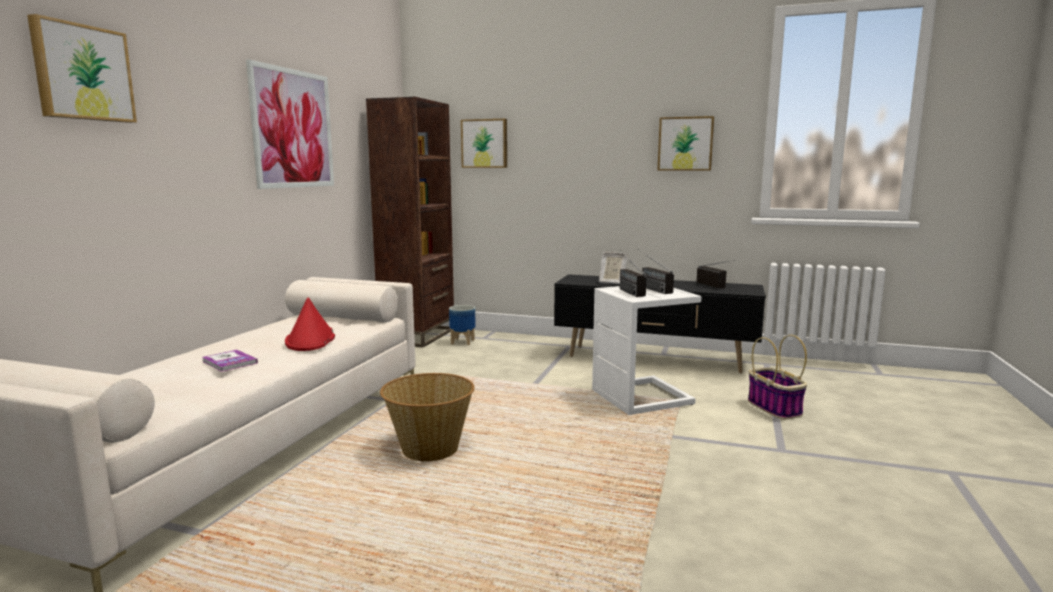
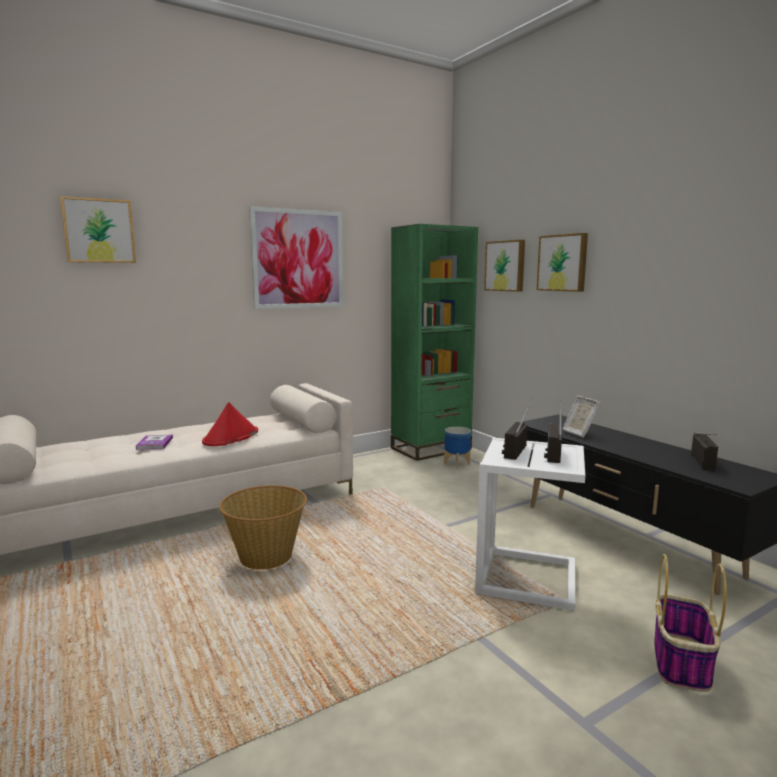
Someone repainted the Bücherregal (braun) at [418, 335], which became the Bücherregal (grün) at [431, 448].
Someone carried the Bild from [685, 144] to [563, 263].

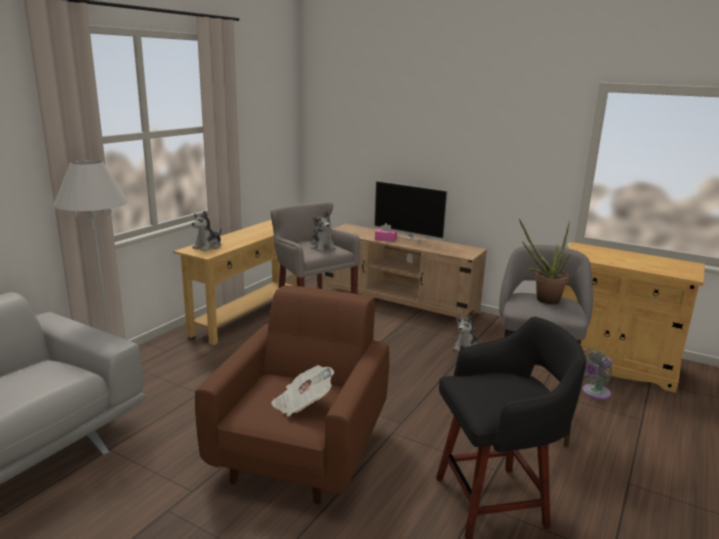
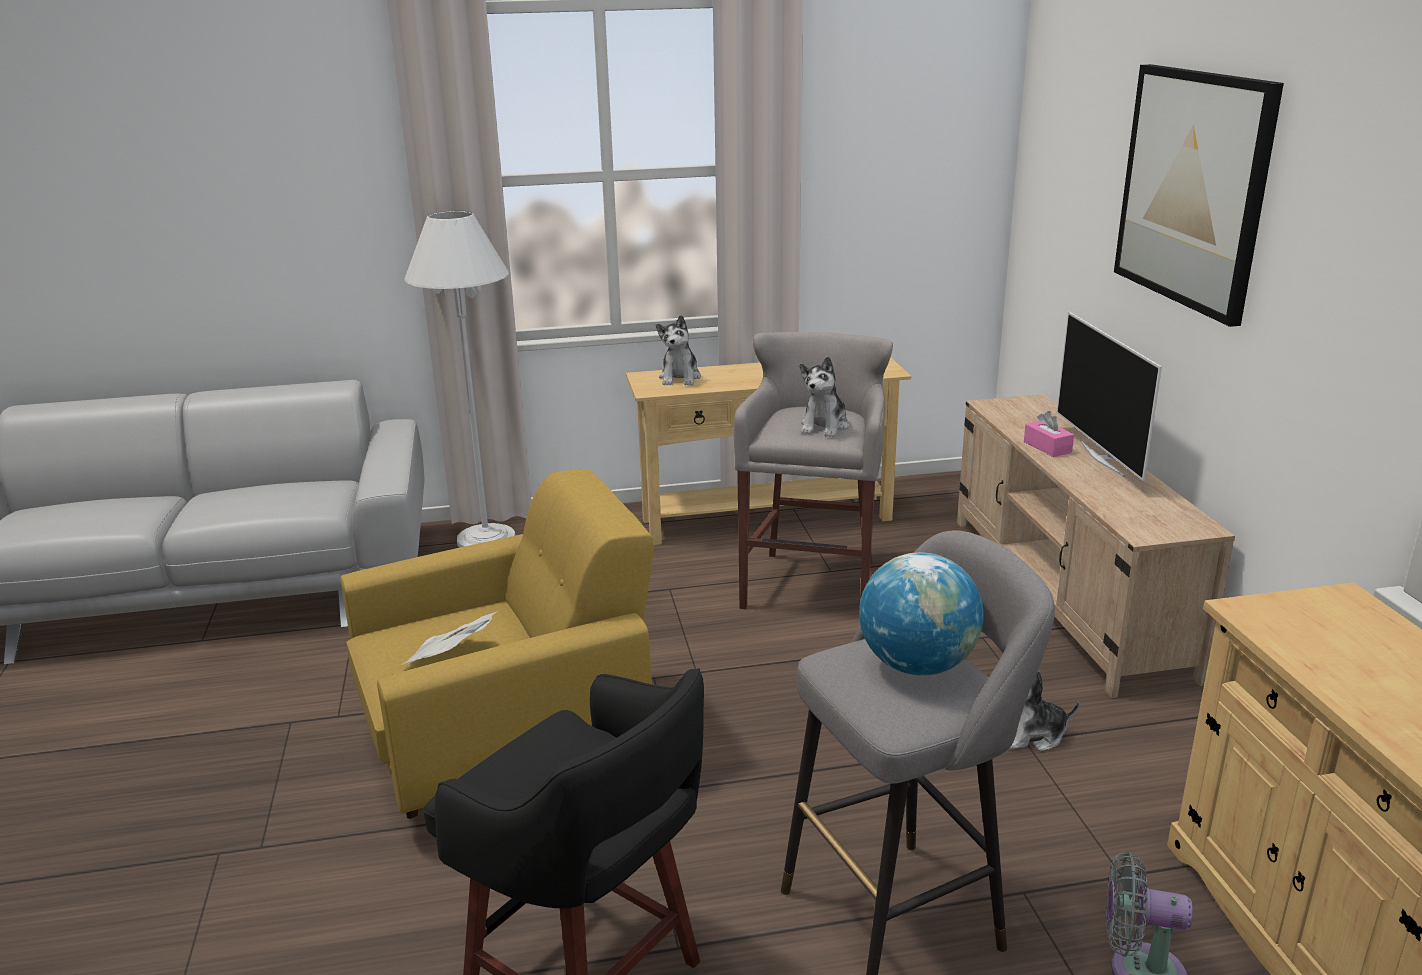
Someone rotated the Plüschtier at [208, 246] by 75 degrees counterclockwise.
Someone swapped the Topfpflanze at [542, 300] for the Globus at [917, 665].
Someone repainted the Sessel (braun) at [302, 448], which became the Sessel (gelb) at [509, 740].
Someone put up the Bild at [1193, 189].

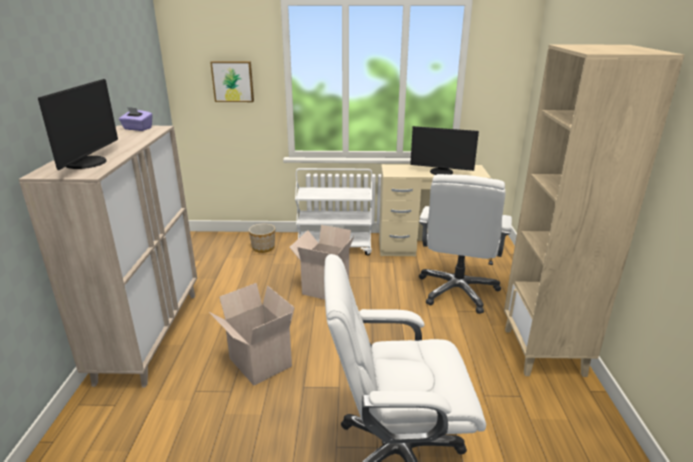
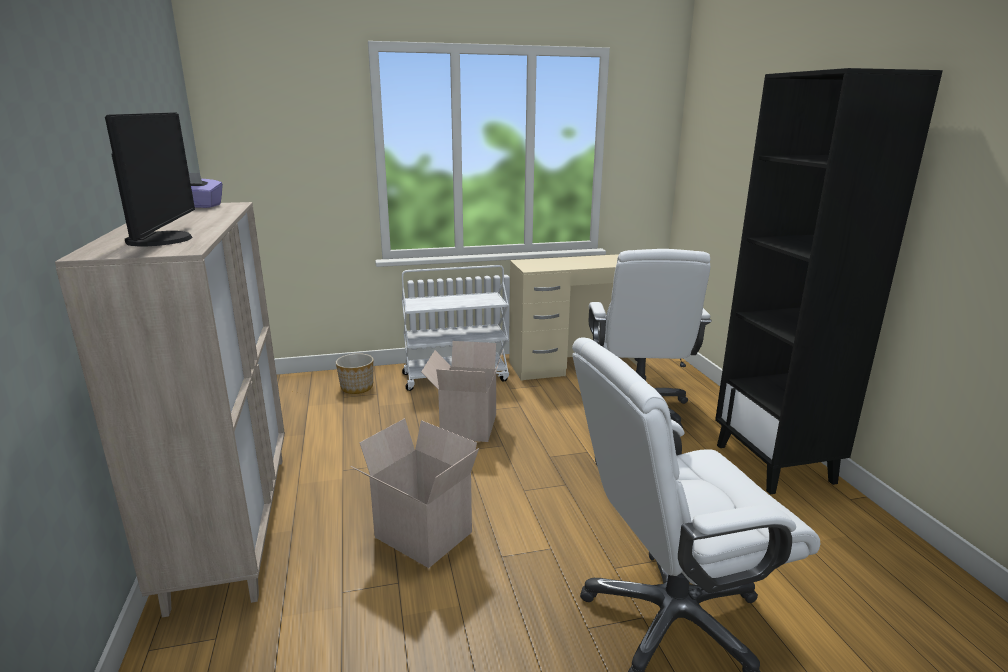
Someone repainted the Bücherregal (beige) at [544, 352], which became the Bücherregal (schwarz) at [775, 464].
Someone took away the Bild at [233, 81].
Someone took away the Monitor at [441, 172].

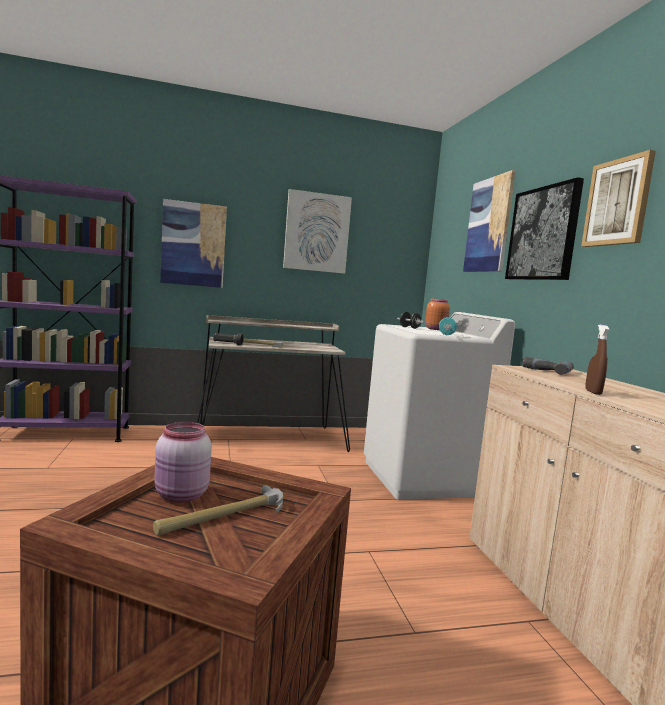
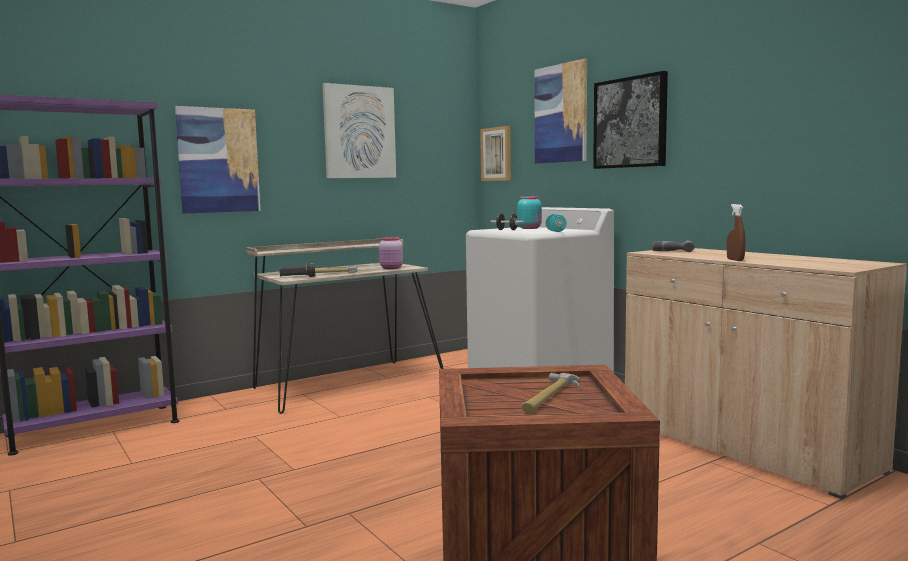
Someone carried the Bild from [618, 202] to [496, 154].
Someone repainted the Vorratsglas (orange) at [436, 329], which became the Vorratsglas (türkis) at [530, 228].
Someone carried the Vorratsglas (rosa) from [181, 496] to [391, 268].

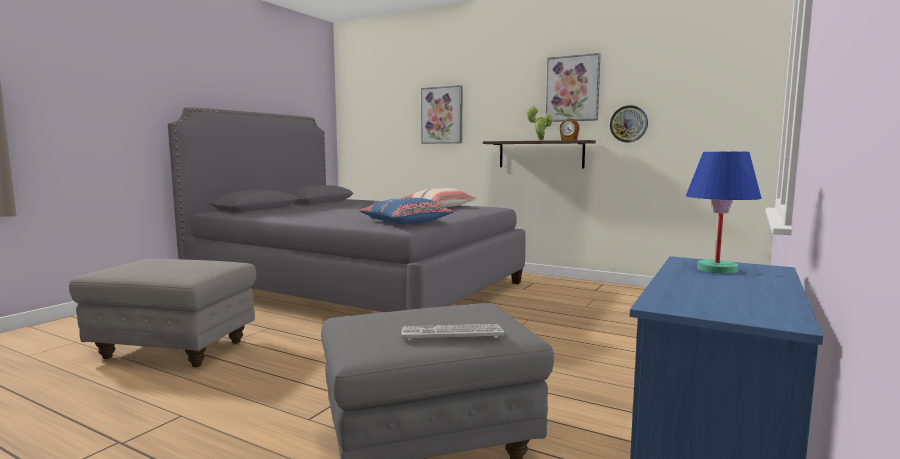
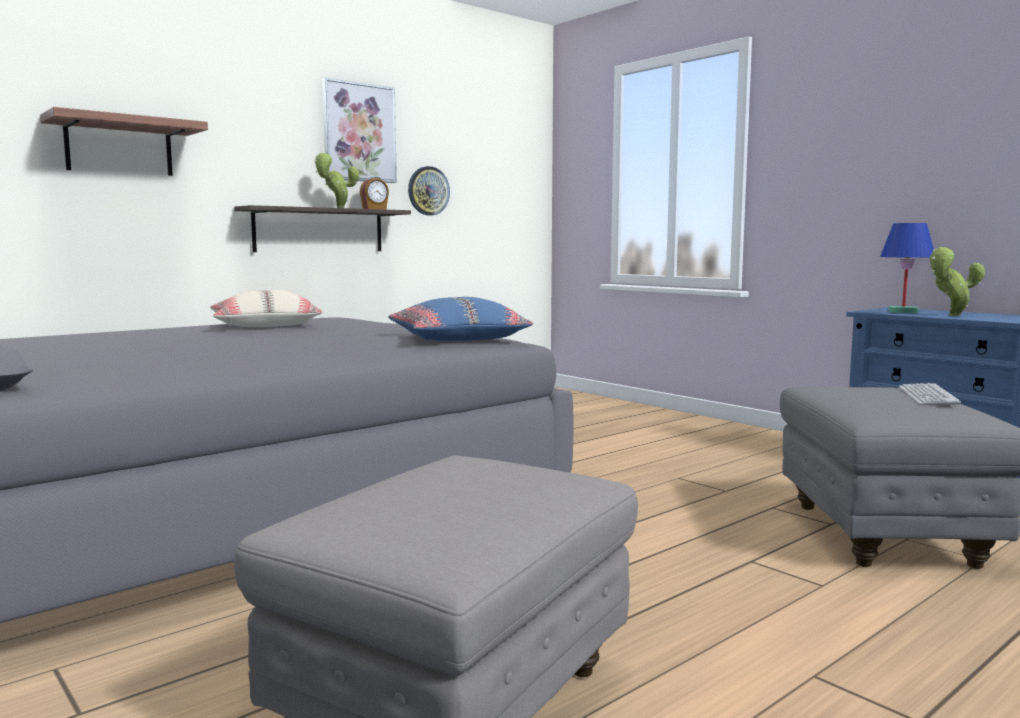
Someone swapped the Bild at [442, 115] for the Wandregal at [119, 147].
Someone put down the Topfpflanze at [951, 315].

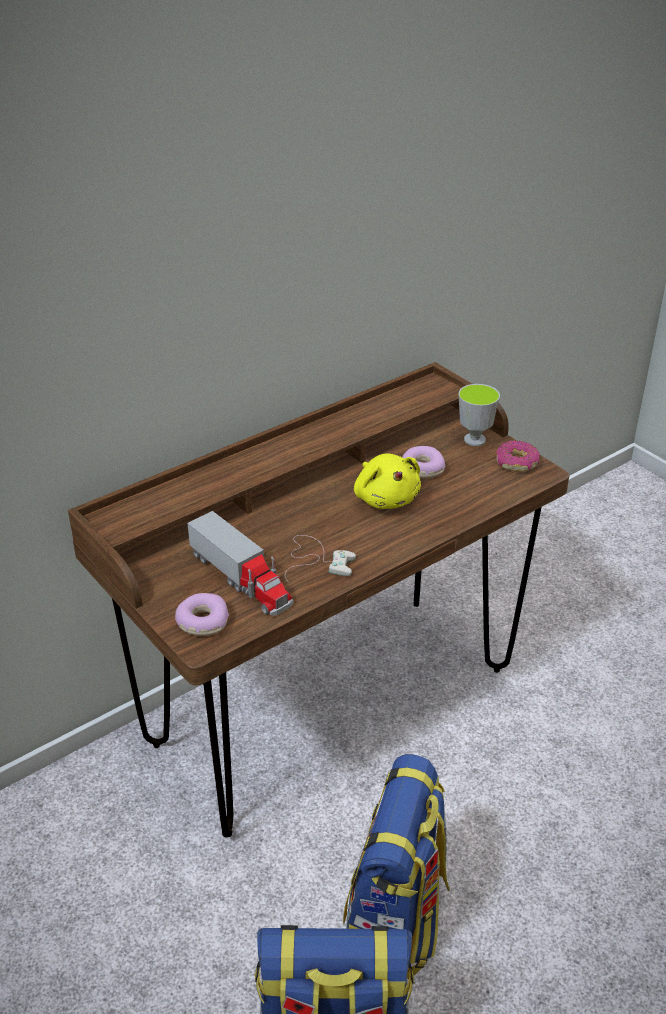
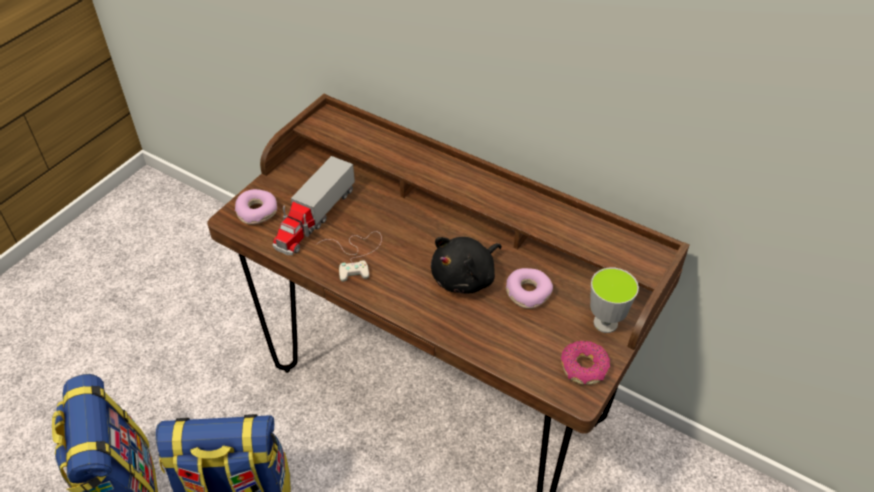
Someone repainted the Plüschtier (gelb) at [386, 498], which became the Plüschtier (schwarz) at [466, 278].

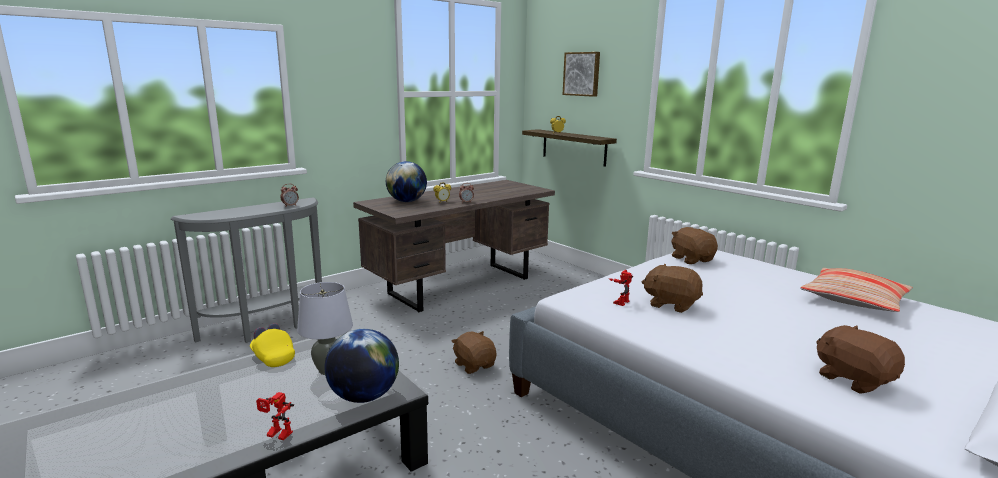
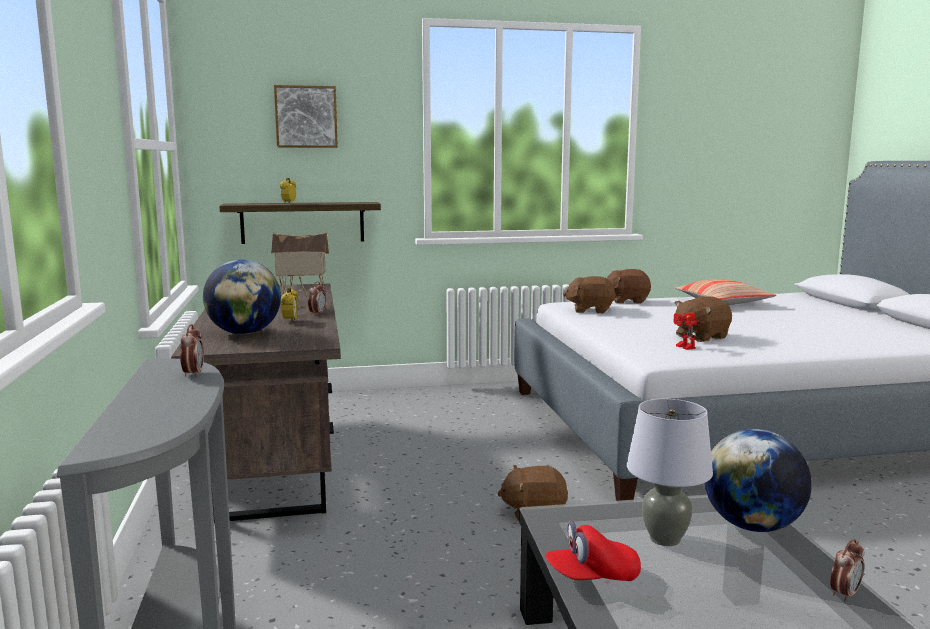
Someone repainted the Kappe (gelb) at [273, 357], which became the Kappe (rot) at [592, 577].
Someone carried the Plüschtier (braun) from [853, 379] to [626, 301].
Someone swapped the Spielzeugroboter at [276, 435] for the Wecker at [844, 594].
Someone put down the Spielzeughaus at [302, 305].

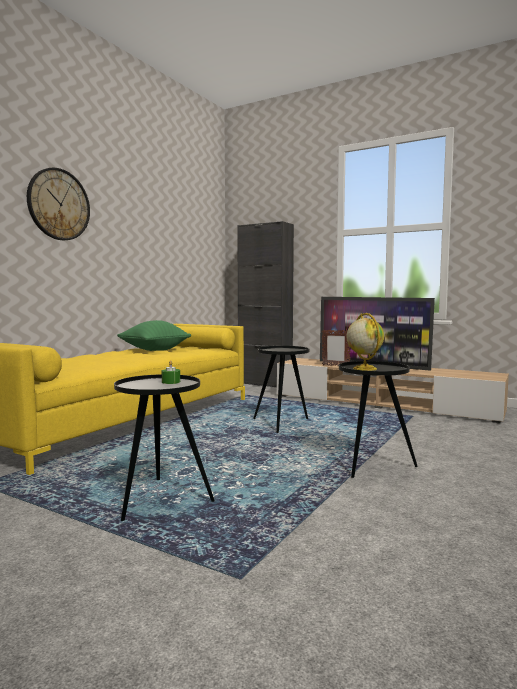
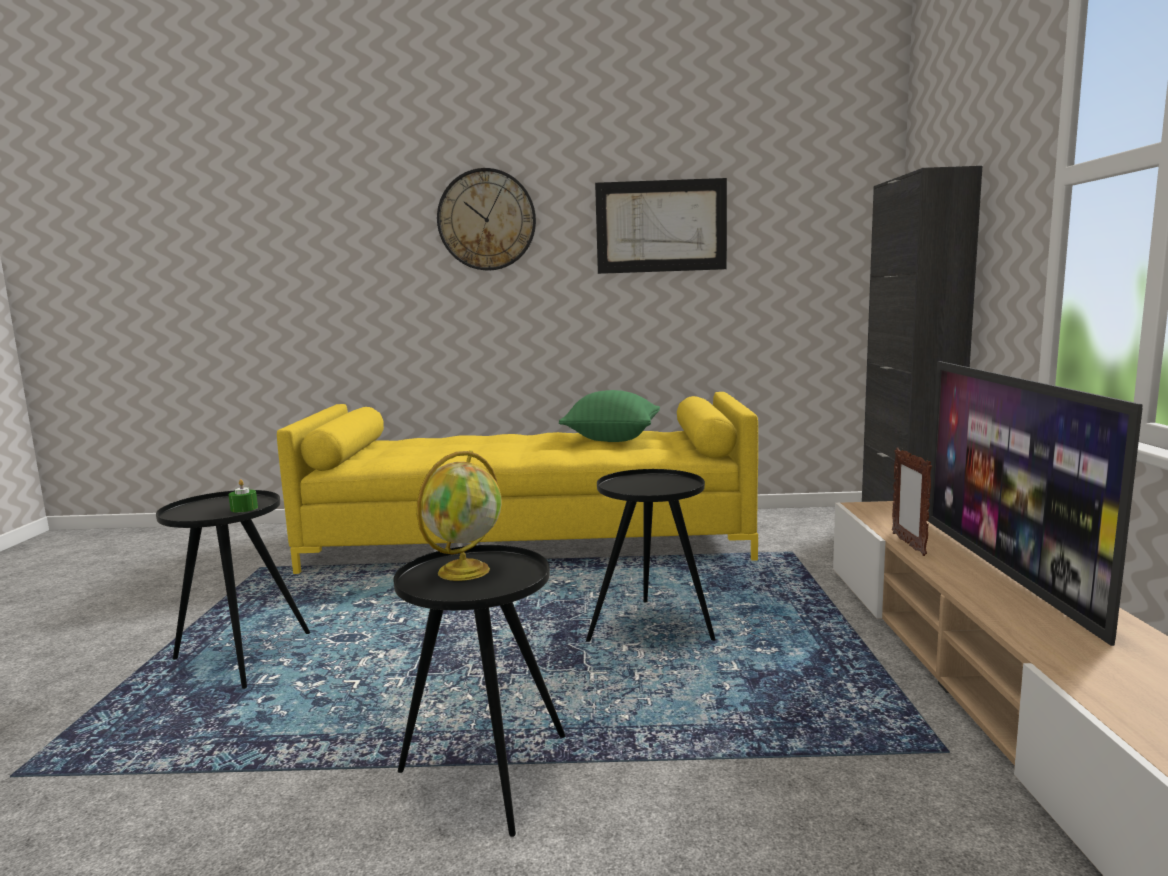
Someone put up the Bild at [661, 226].

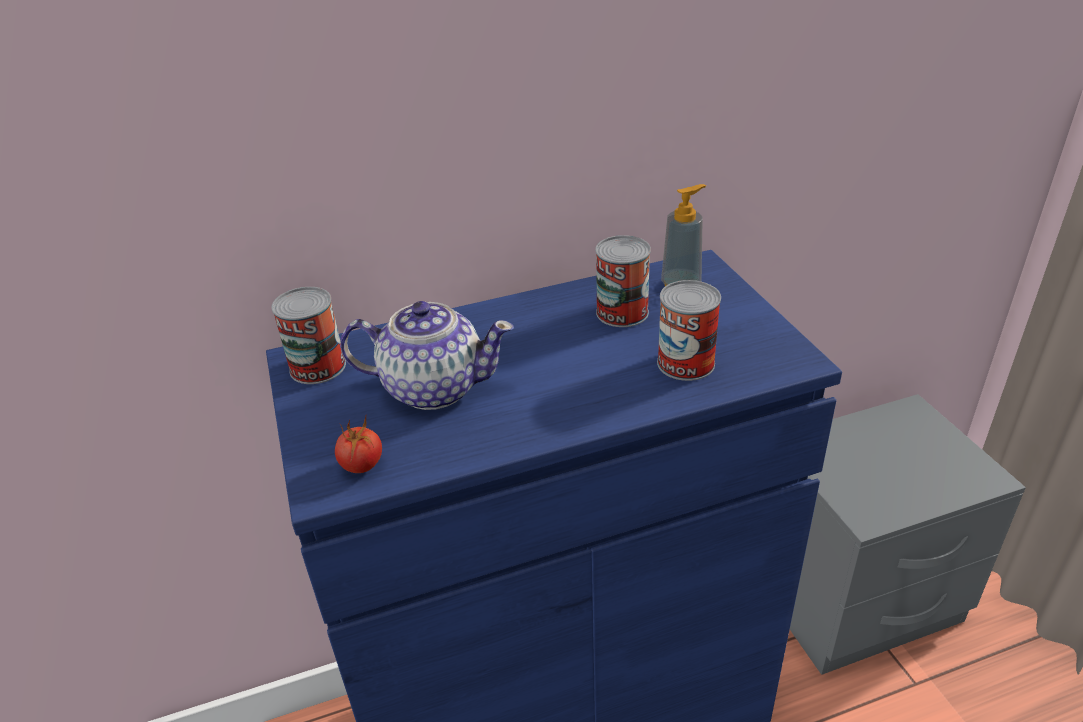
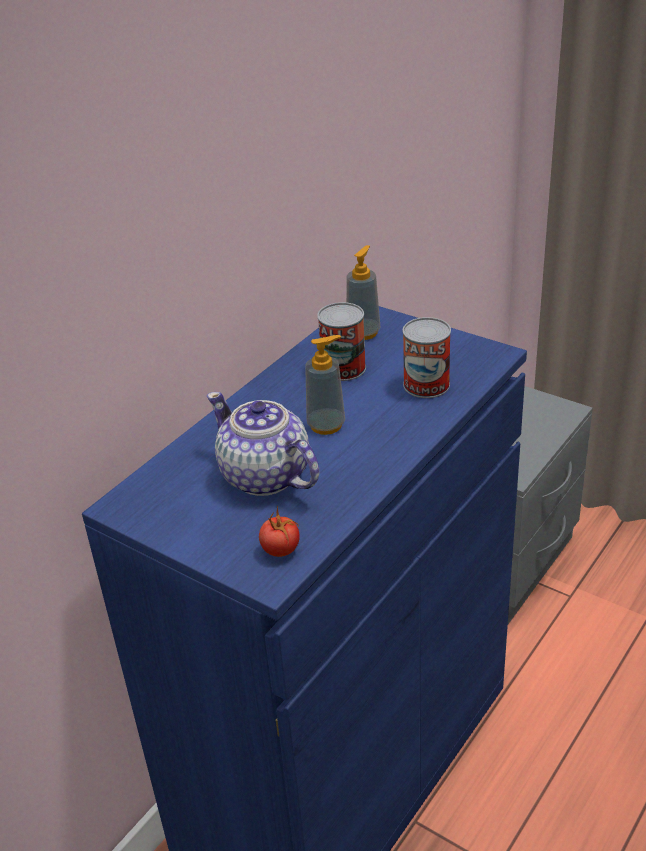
Someone took away the Dose at [318, 367].
Someone rotated the Teekanne at [432, 387] by 105 degrees counterclockwise.
Someone put down the Seifenspender at [326, 425].

